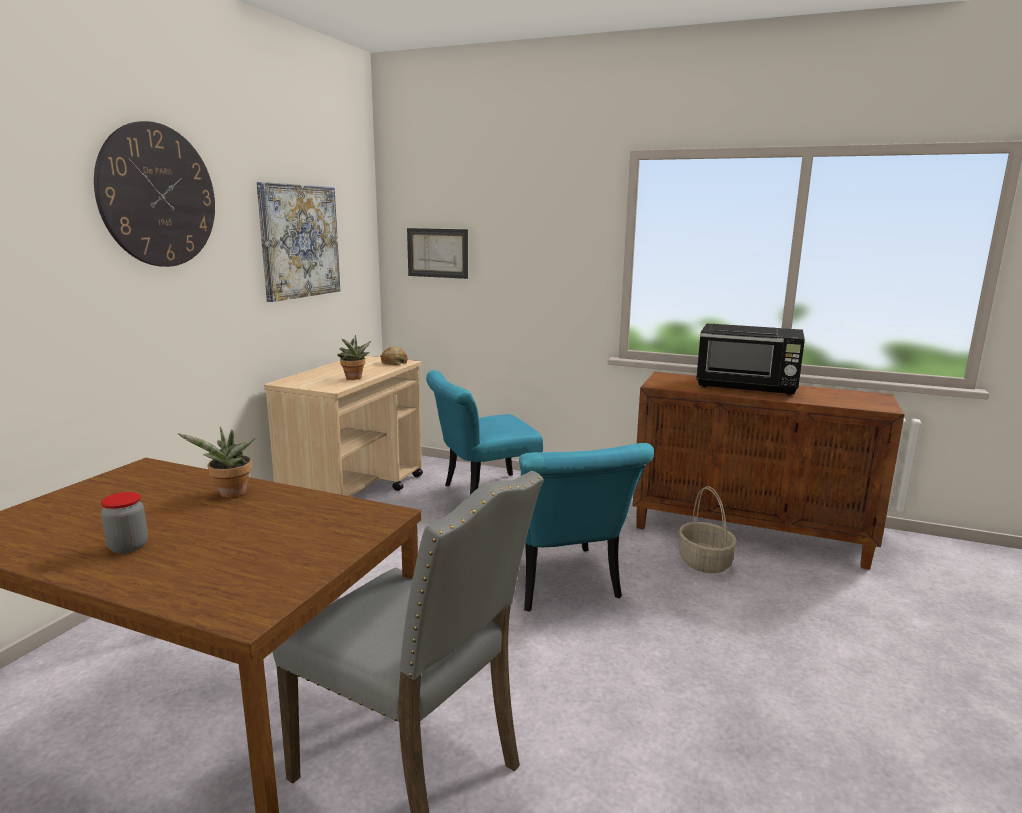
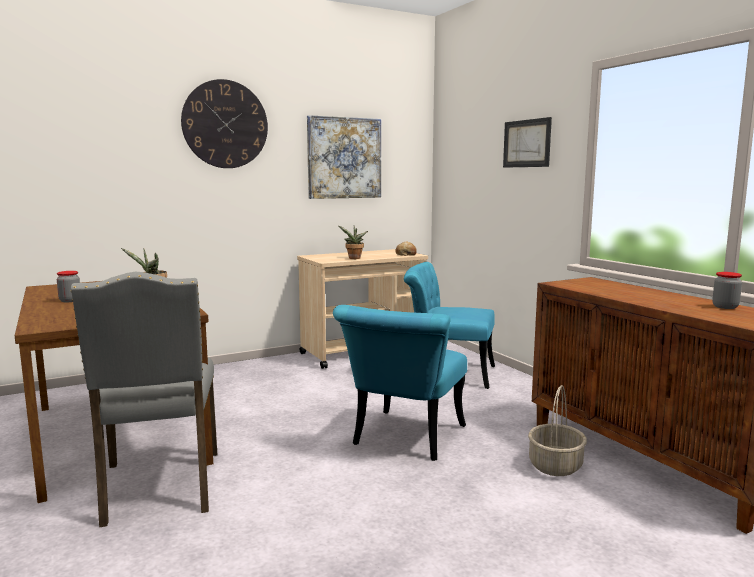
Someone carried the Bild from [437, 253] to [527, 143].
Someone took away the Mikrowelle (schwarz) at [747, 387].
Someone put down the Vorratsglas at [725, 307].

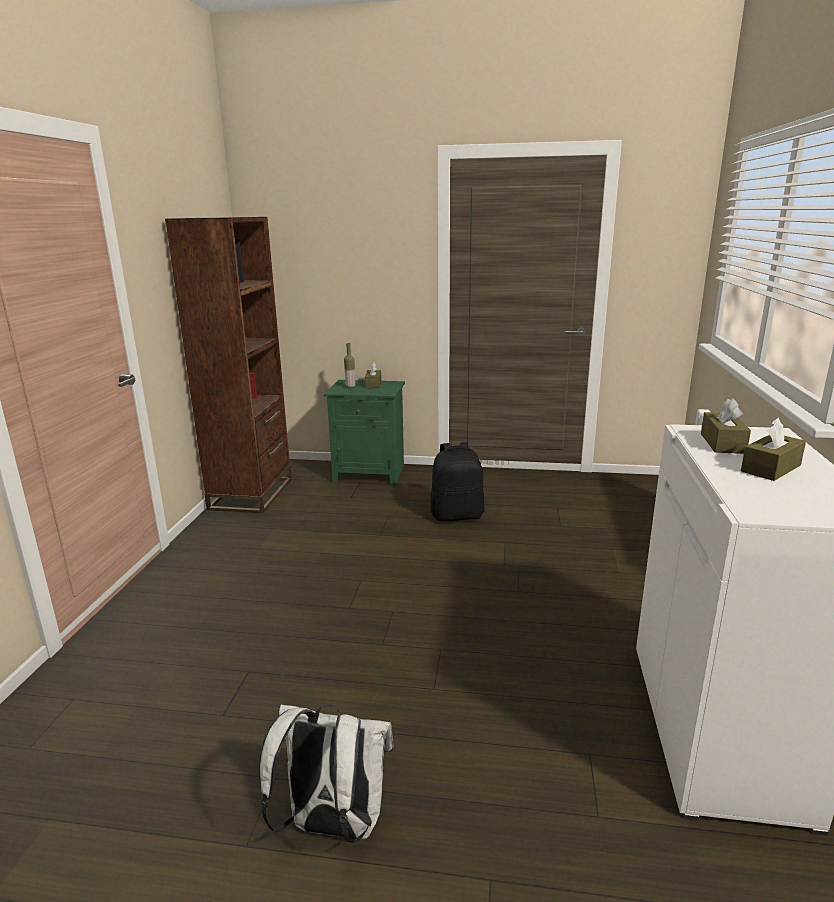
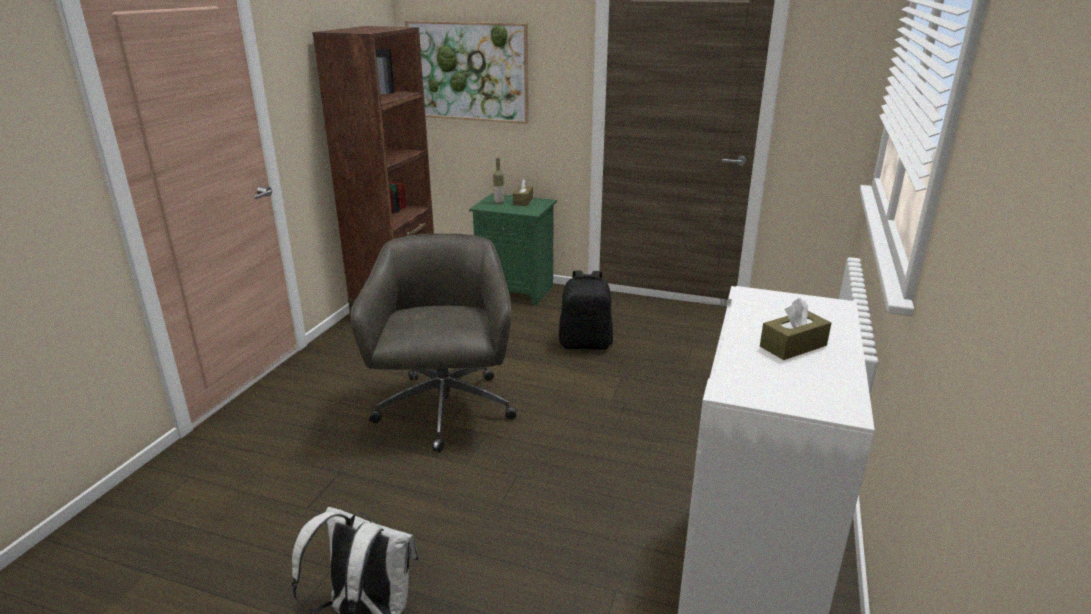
Someone took away the Taschentuchbox (braun) at [722, 443].
Someone put up the Bild at [468, 71].
Someone put down the Bürostuhl (grau) at [444, 411].

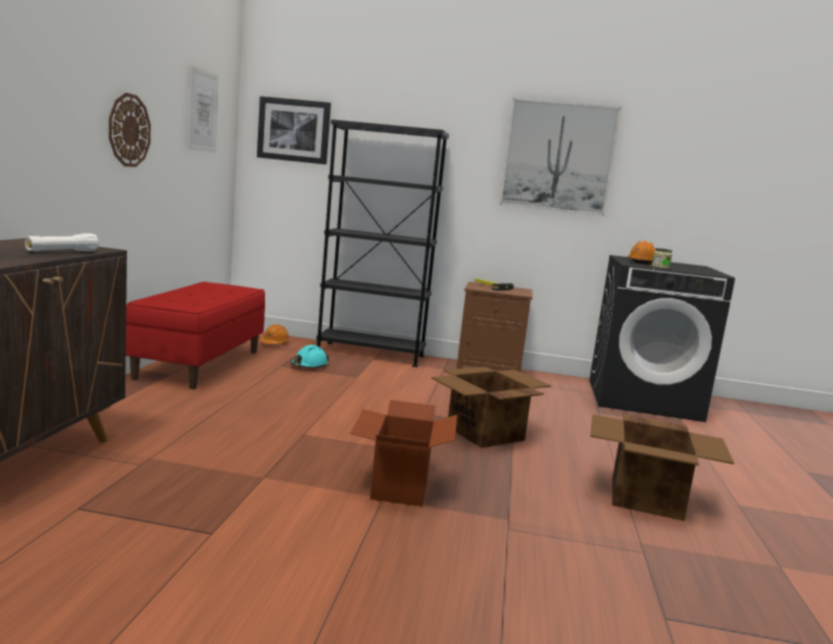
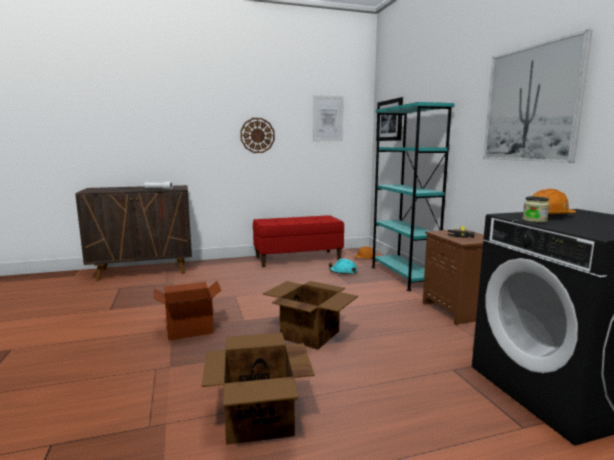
Someone repainted the Bücherregal (schwarz) at [370, 354], which became the Bücherregal (türkis) at [403, 276].

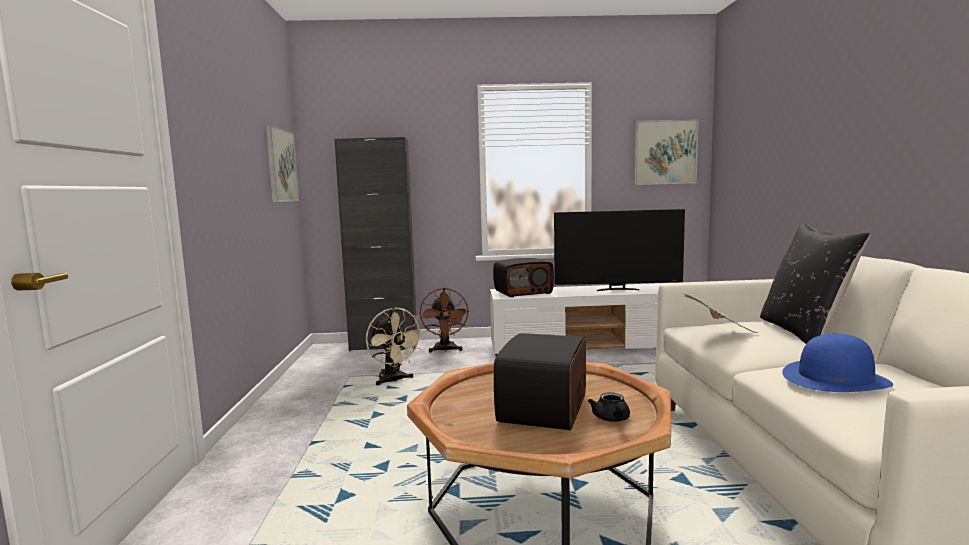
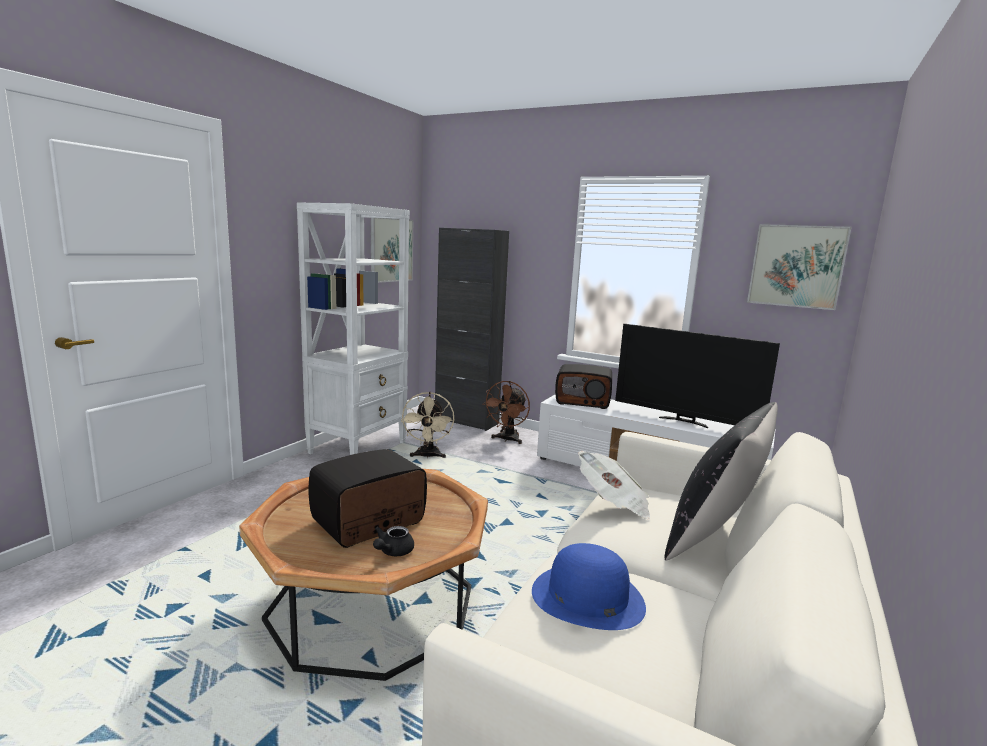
Someone put down the Bücherregal (weiß) at [359, 447].

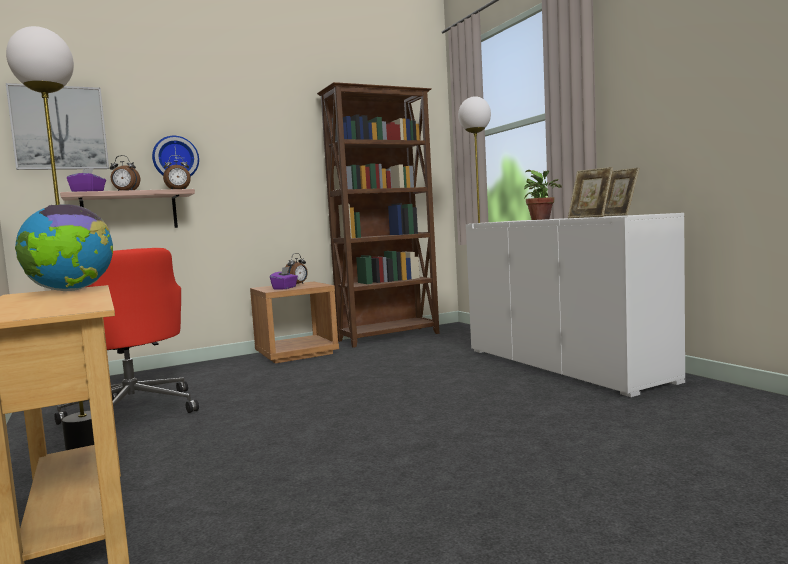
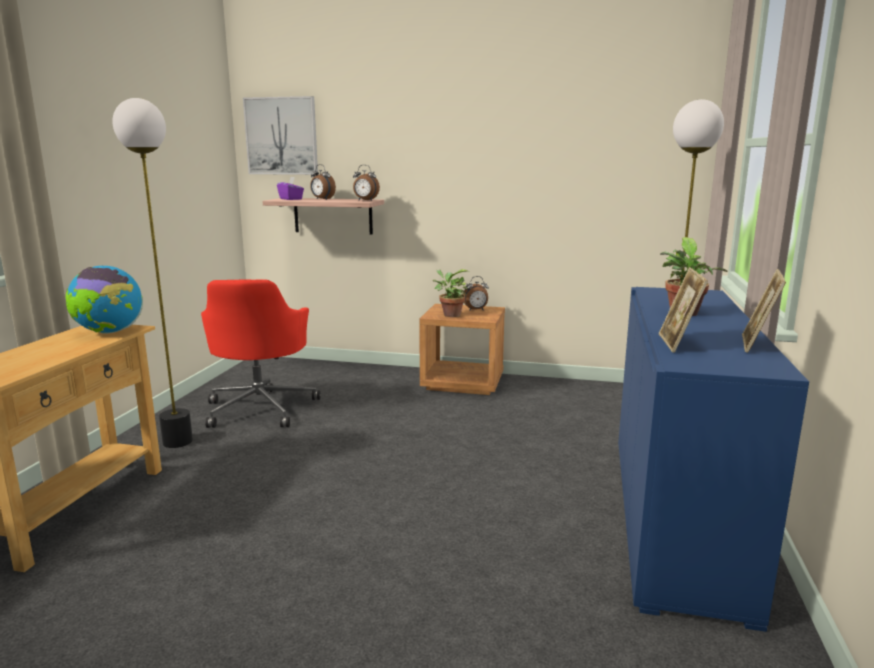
Someone took away the Bücherregal (braun) at [390, 337].
Someone took away the Wanduhr at [175, 158].
Someone repainted the Schrank (weiß) at [563, 365], which became the Schrank (blau) at [674, 517].
Someone swapped the Taschentuchbox (lila) at [285, 288] for the Topfpflanze at [450, 315].

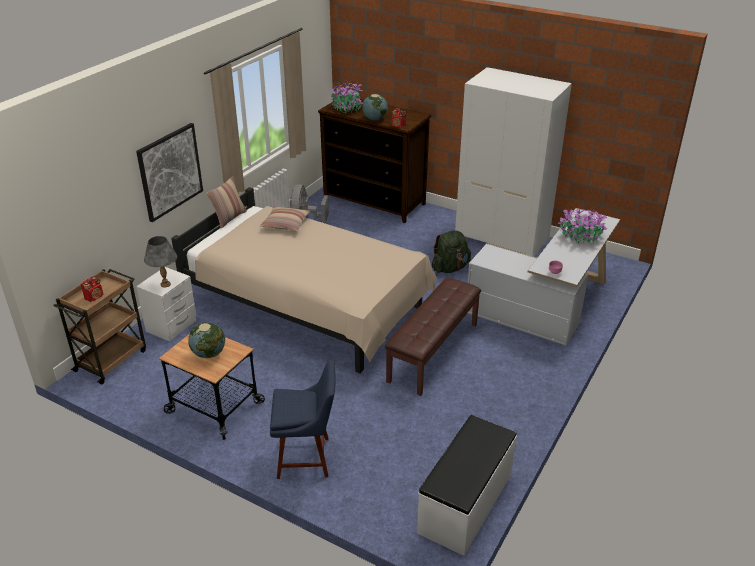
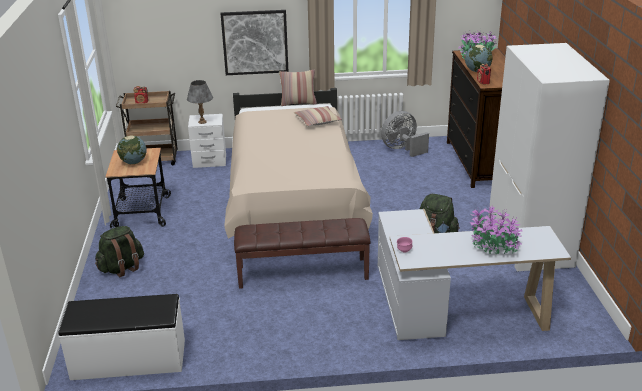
Someone swapped the Stuhl (blau) at [307, 457] for the Rucksack (grün) at [122, 268].

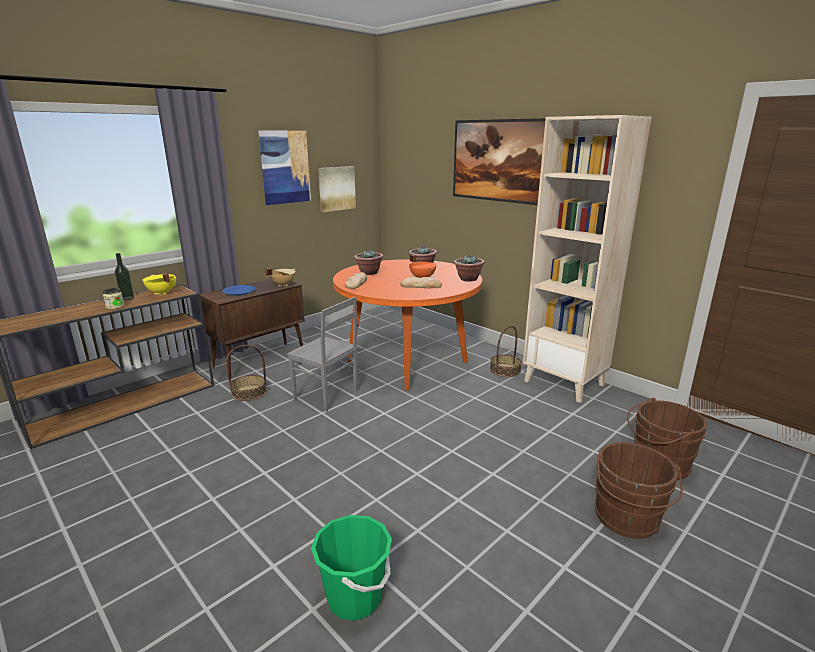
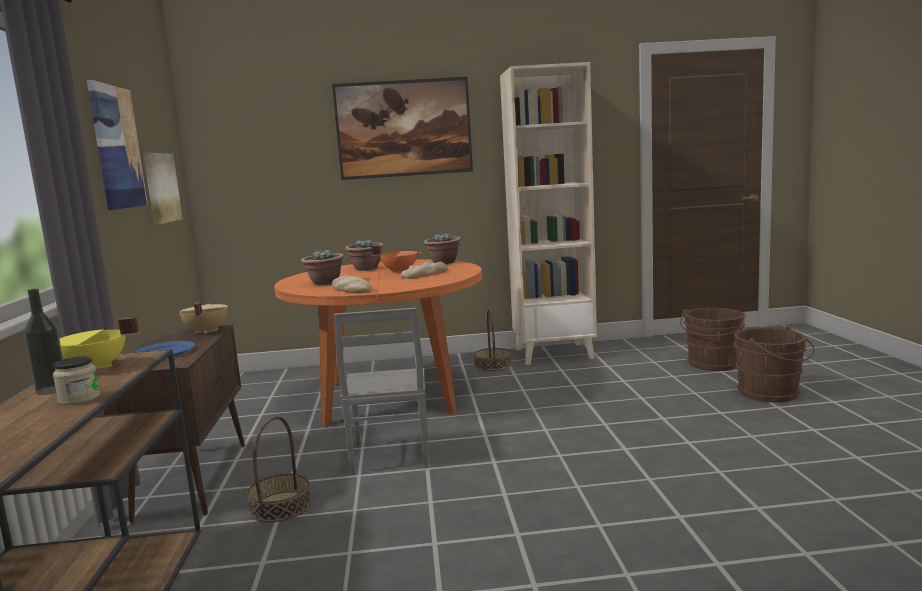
Someone rotated the Stuhl (grau) at [326, 396] by 105 degrees clockwise.
Someone took away the Eimer (grün) at [354, 597].

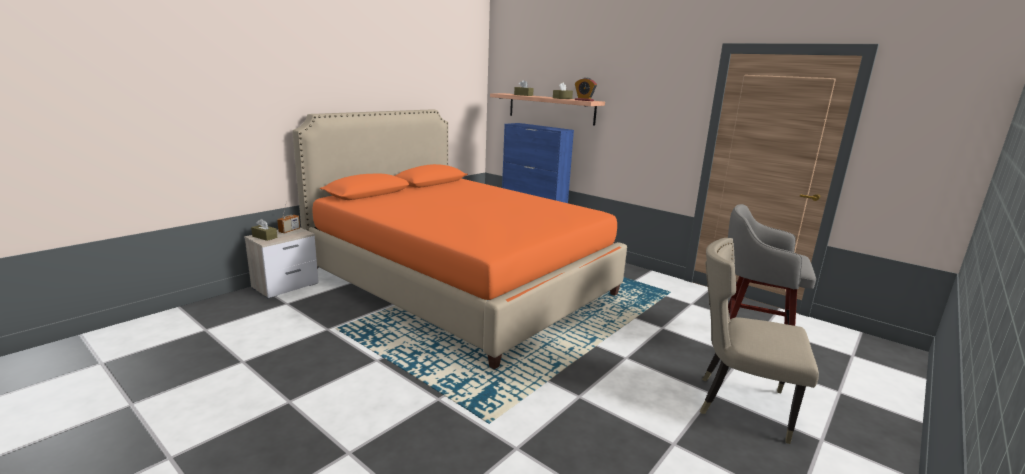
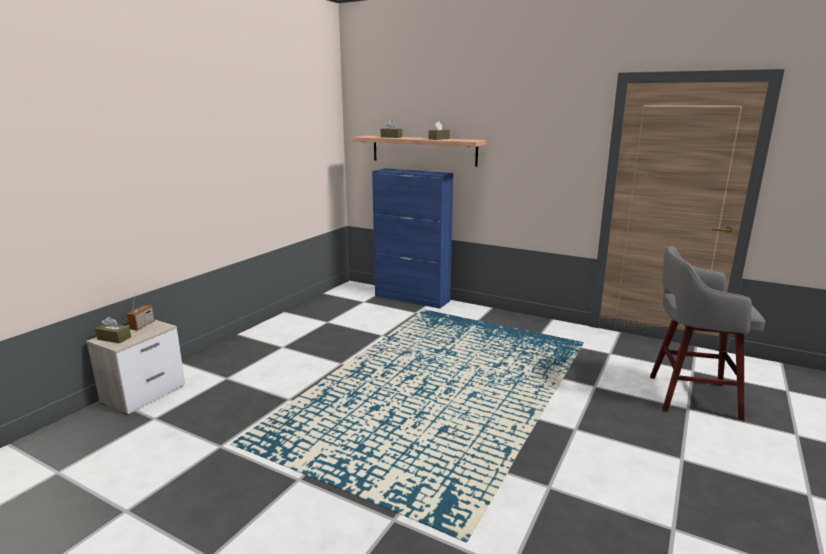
Someone took away the Wecker at [584, 100].
Someone took away the Bett (orange) at [460, 283].
Someone took away the Stuhl (beige) at [738, 404].

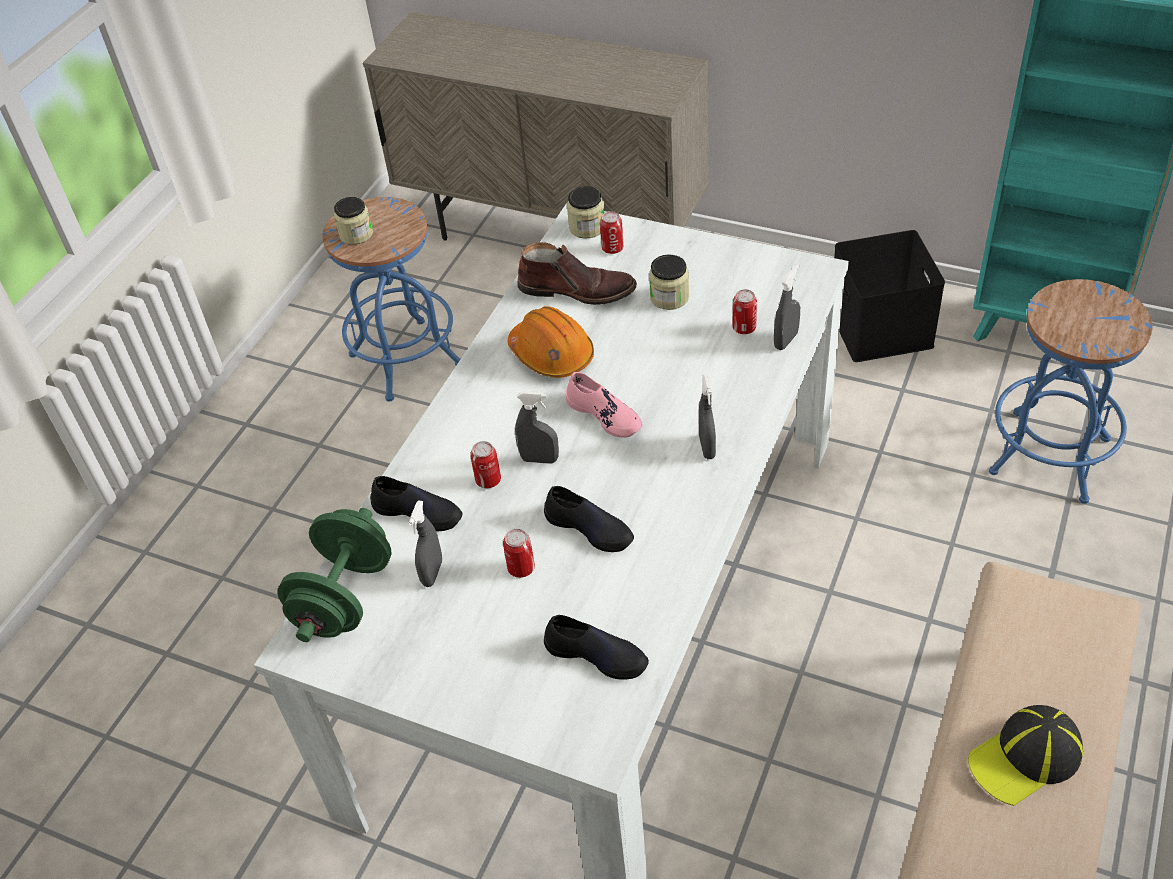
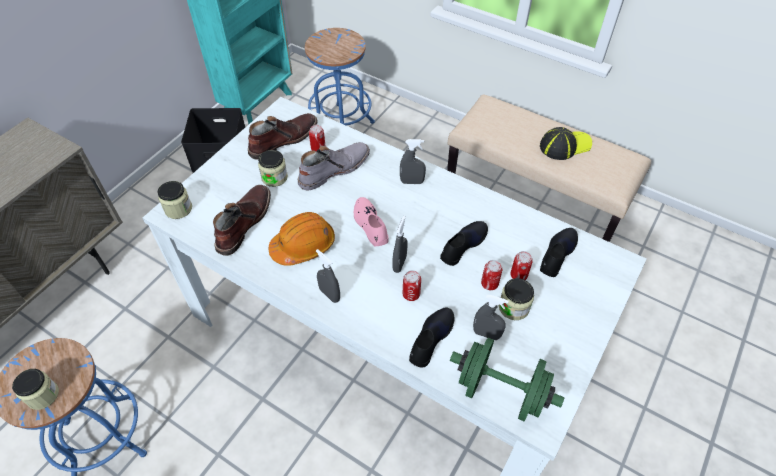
Someone carried the Dose from [612, 248] to [518, 275].
Someone carried the Sprühflasche (grau) from [786, 340] to [329, 294].
Someone rotated the Schuh (rosa) at [605, 415] by 75 degrees counterclockwise.
Someone rotated the Kappe at [1025, 758] by 90 degrees counterclockwise.
Someone put down the Stiefel (braun) at [283, 140].
Someone put down the Stiefel (grau) at [333, 169].
Someone put down the Vorratsglas at [513, 307].

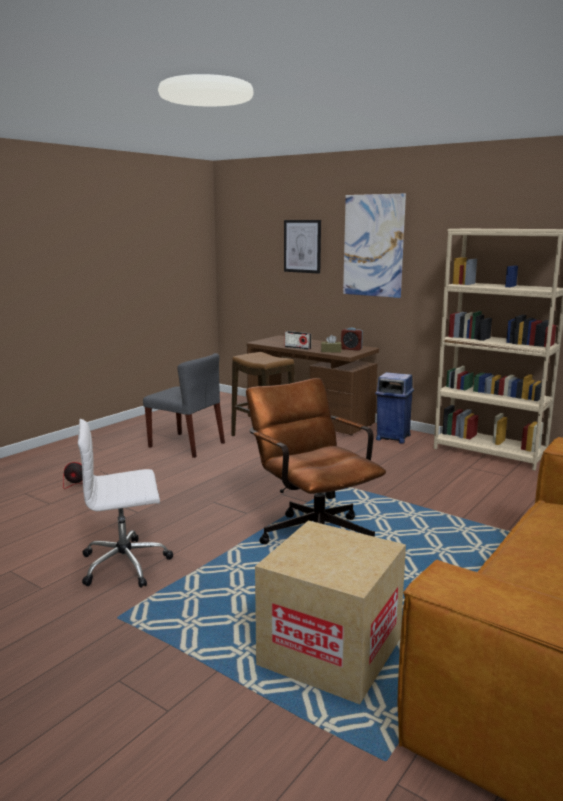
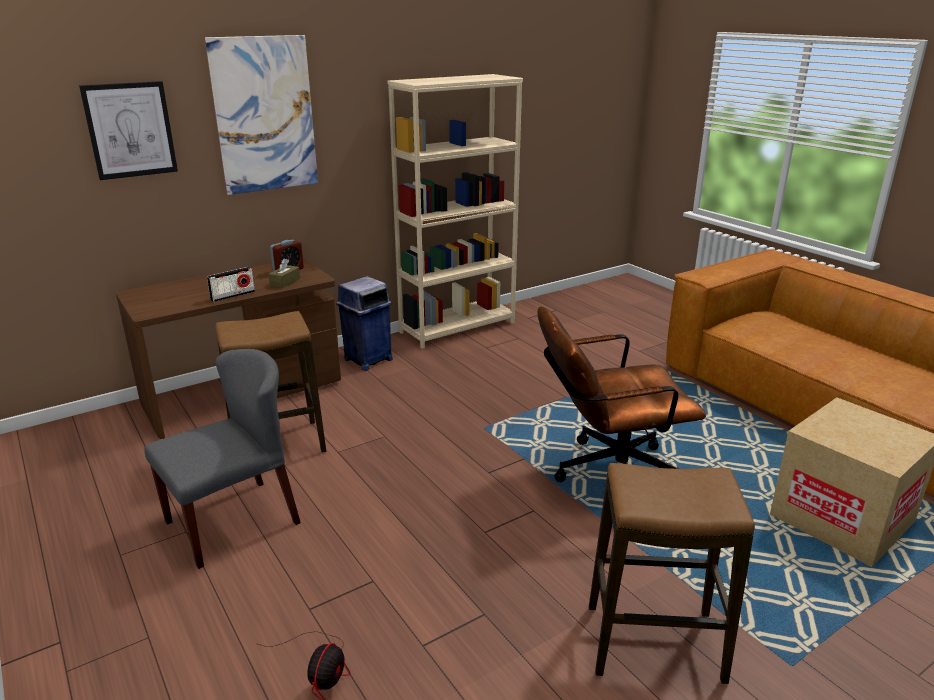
Someone swapped the Bürostuhl (weiß) at [126, 564] for the Hocker at [653, 643].

